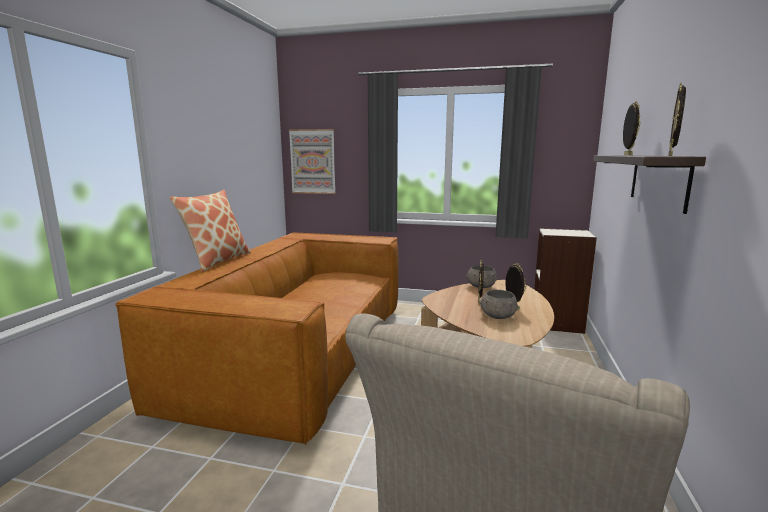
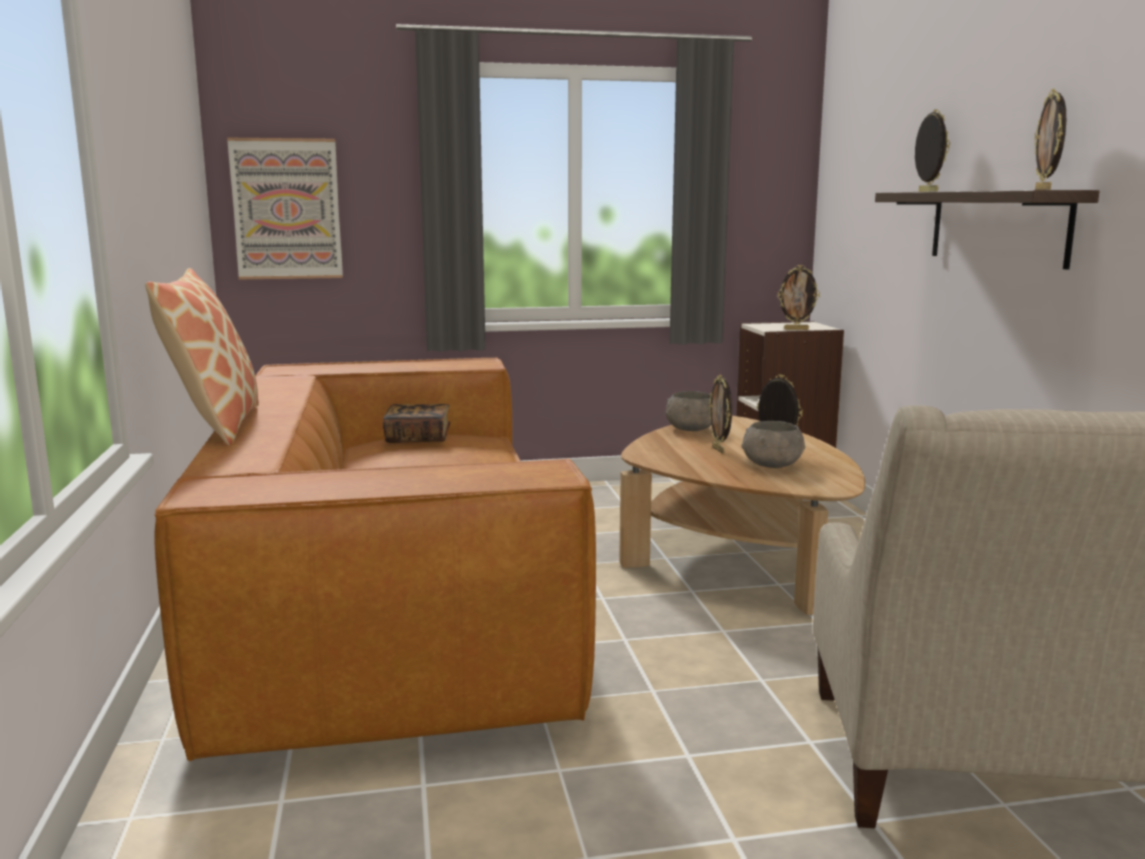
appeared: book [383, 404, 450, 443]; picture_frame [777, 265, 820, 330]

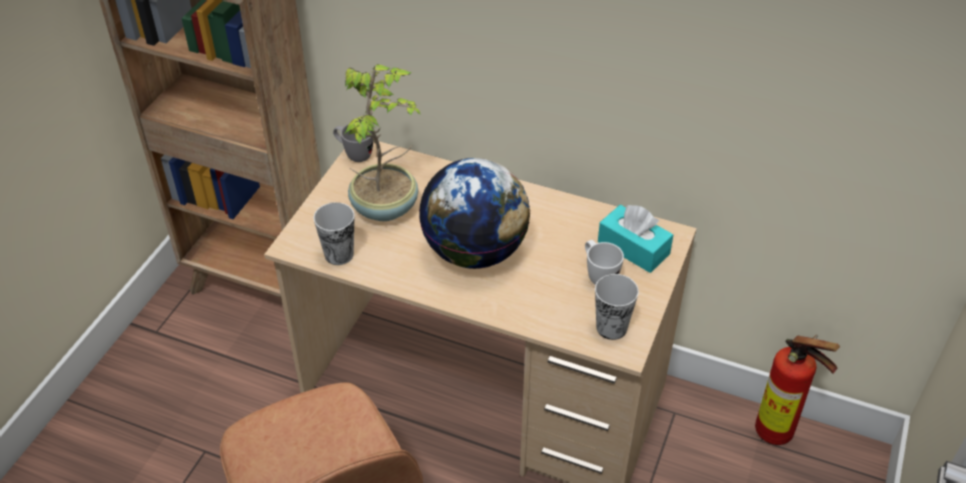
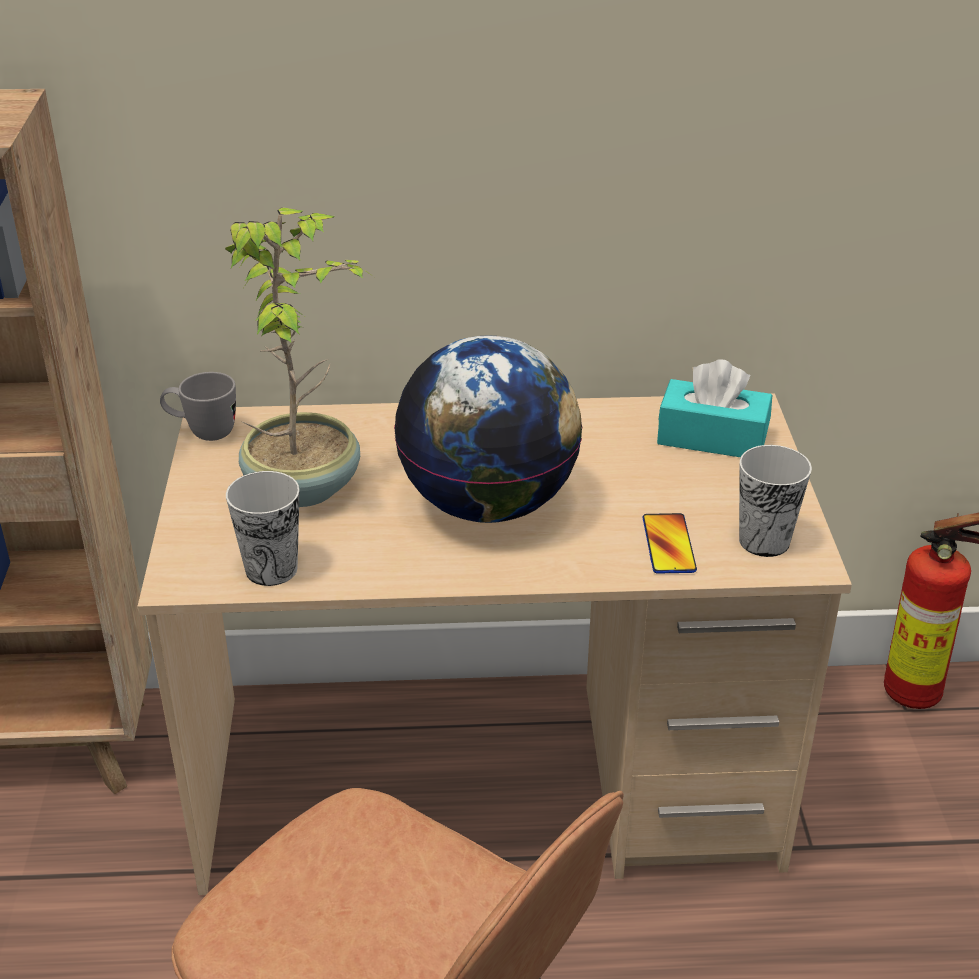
missing: white_mug [585, 240, 624, 285]
appeared: phone [643, 513, 697, 574]

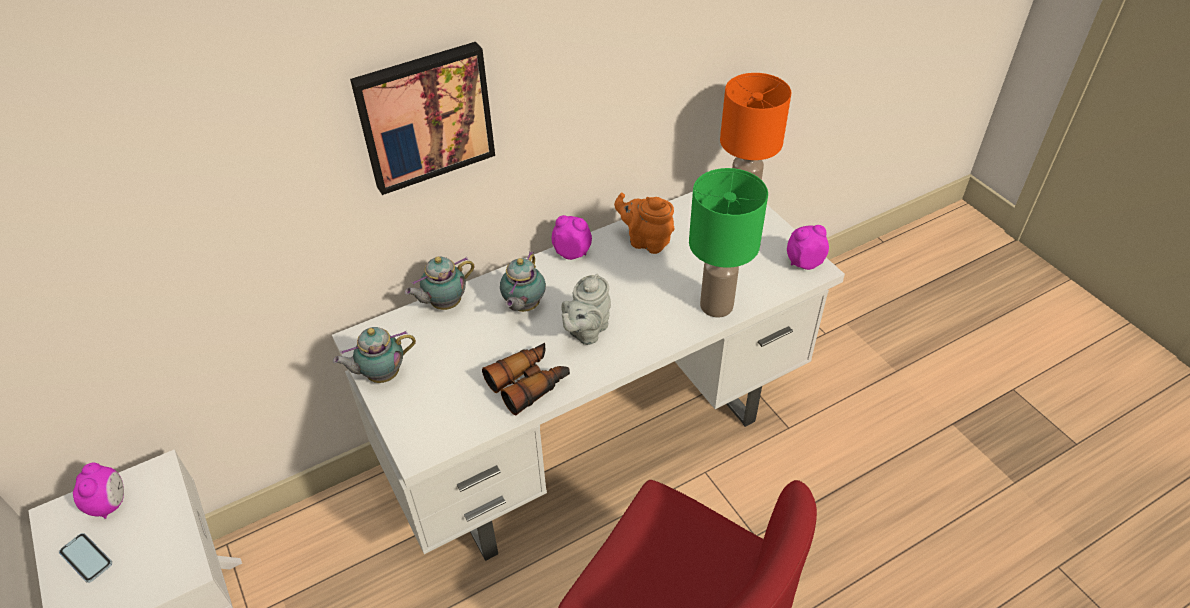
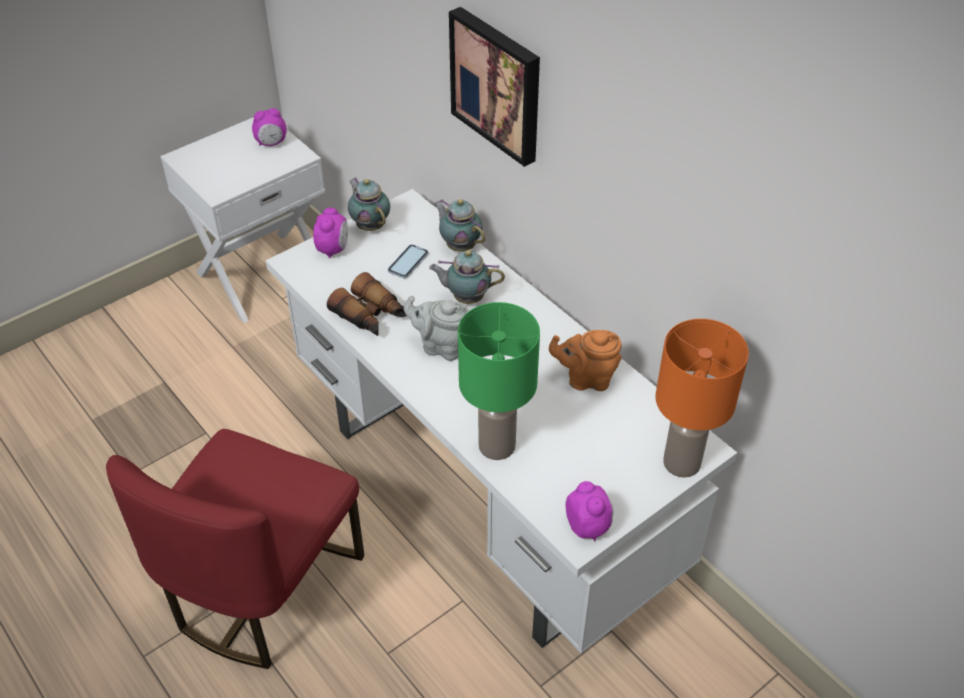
relocated: phone [59, 533, 112, 583] to [388, 245, 428, 278]; alarm_clock [552, 215, 592, 260] to [313, 208, 348, 258]
spun: orange_teapot [614, 193, 675, 254] = [549, 330, 622, 391] 105 degrees counterclockwise

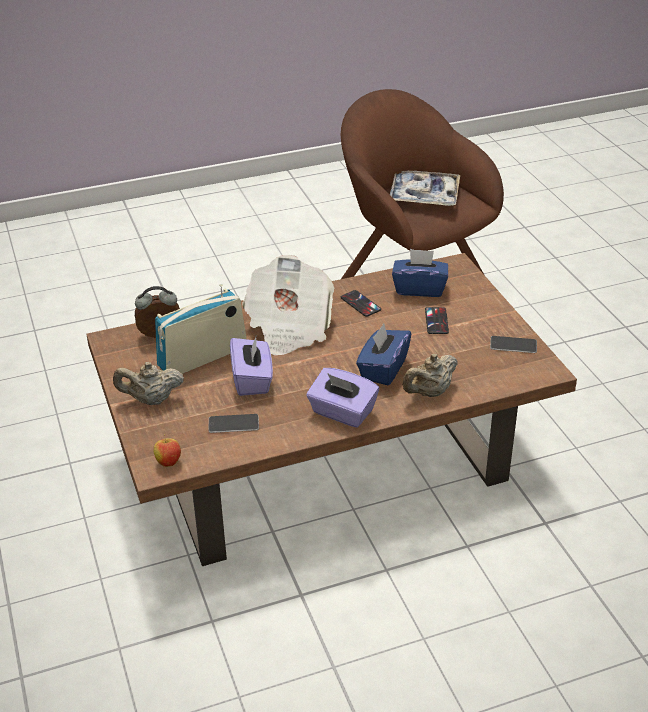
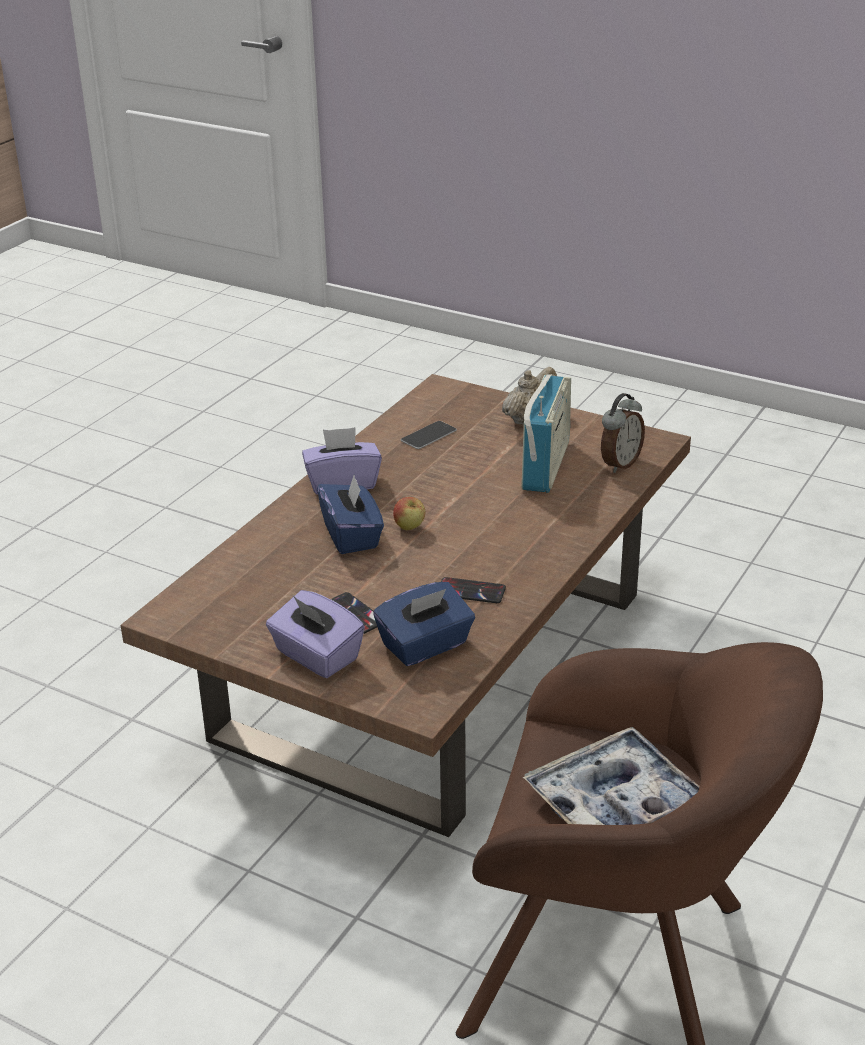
missing: newspaper [243, 255, 334, 356]; beige_teapot [402, 354, 457, 397]; phone [490, 336, 537, 353]
relocated: apple [153, 434, 181, 467] to [393, 497, 425, 530]; purple_tissue_box [230, 334, 273, 396] to [266, 590, 365, 678]

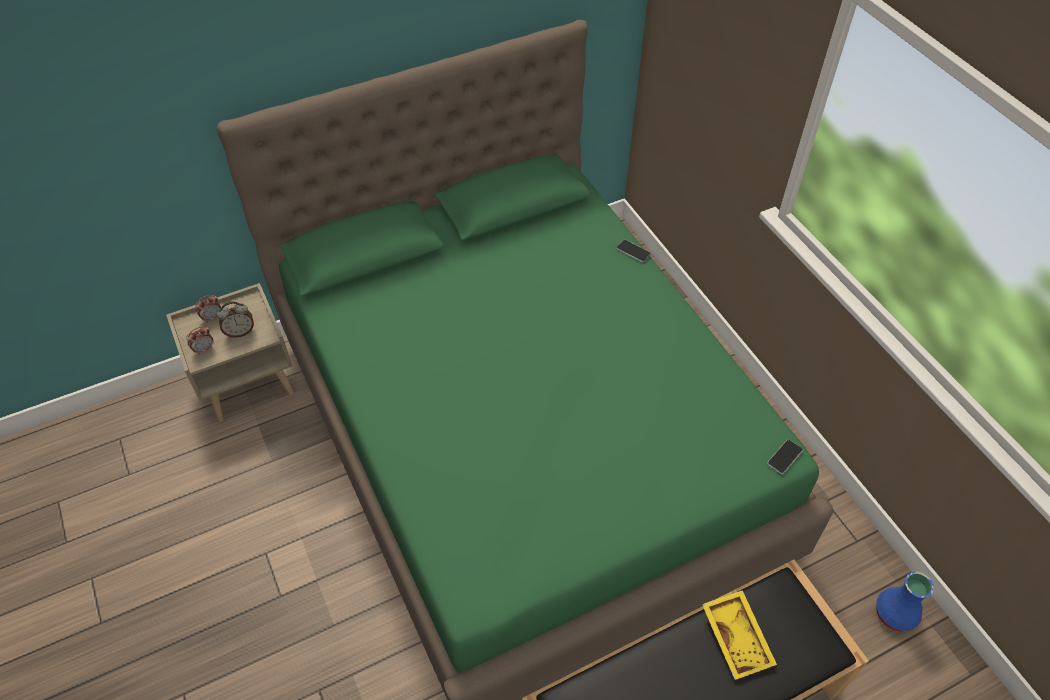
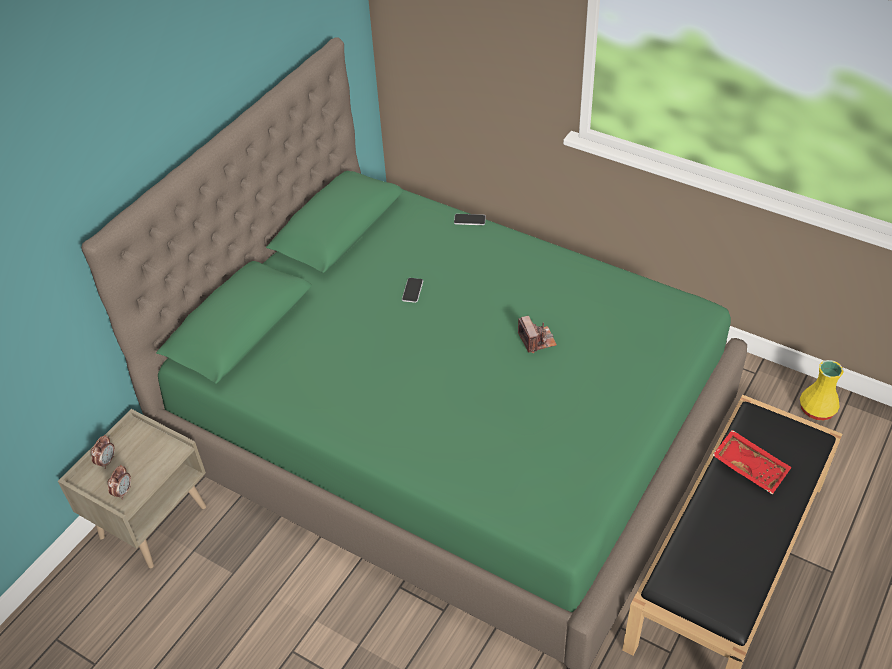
missing: alarm_clock [217, 301, 254, 338]
appeared: photo_camera [518, 316, 557, 353]
relocated: phone [767, 439, 803, 474] to [402, 278, 423, 303]
colour: yellow_tray [702, 590, 777, 680] to red_tray [713, 430, 792, 495]; blue_vase [876, 572, 934, 632] to yellow_vase [800, 360, 844, 420]

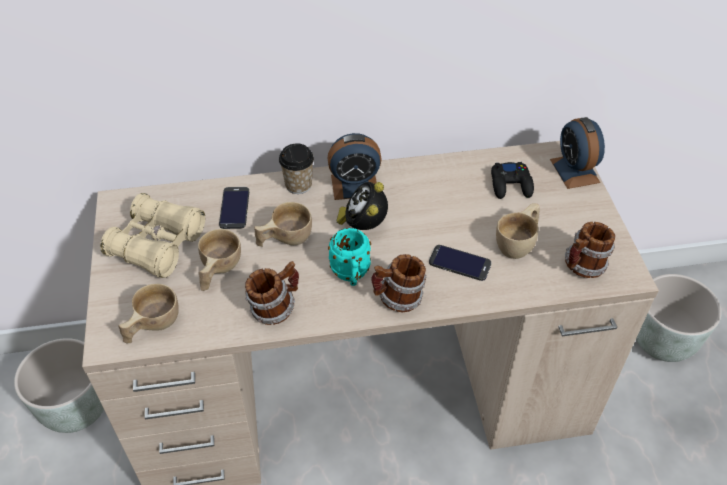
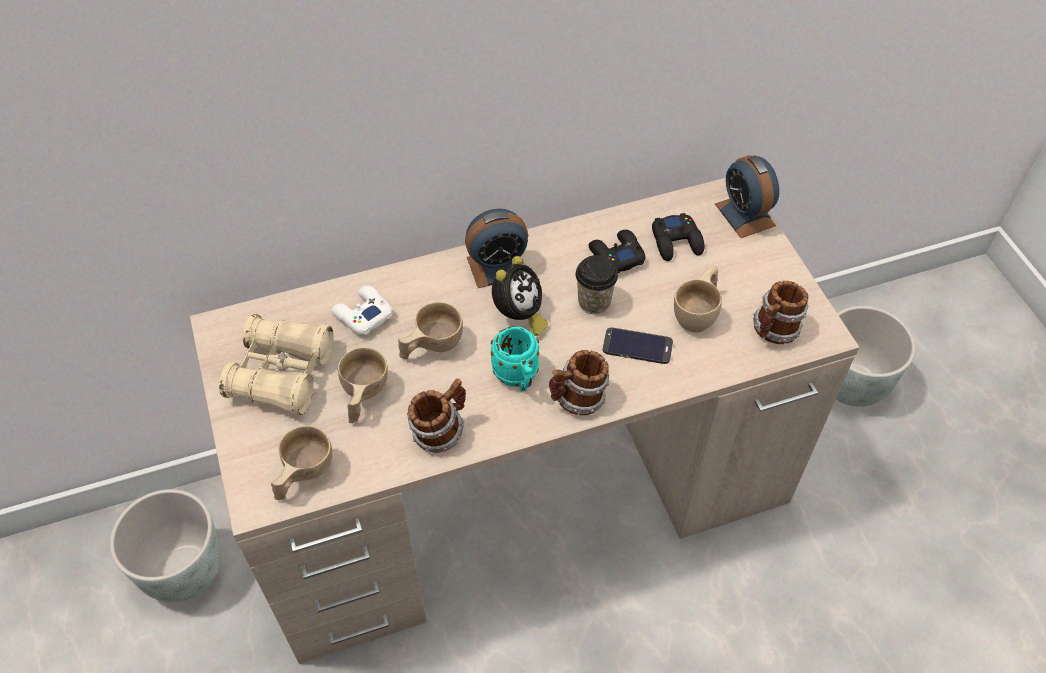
appeared: black_game_controller [589, 230, 645, 273]
relocated: cup [279, 143, 314, 194] to [575, 255, 618, 314]
exchanged: phone [219, 187, 249, 229] to white_game_controller [331, 286, 393, 335]
spun: alarm_clock [337, 182, 388, 230] = [492, 256, 548, 336] 150 degrees counterclockwise

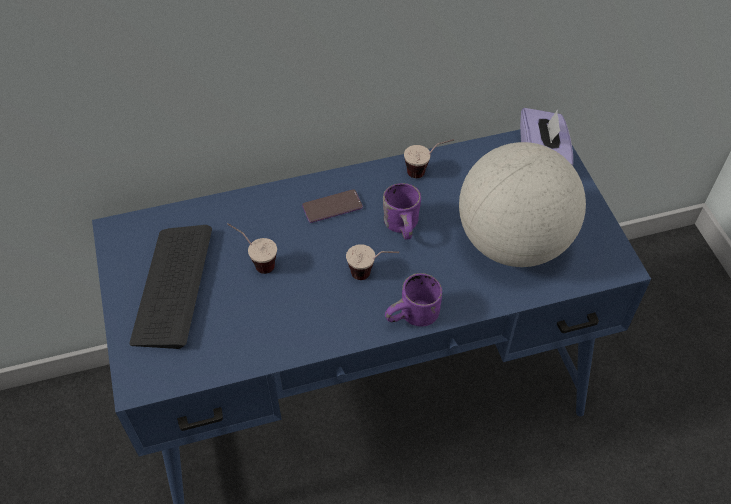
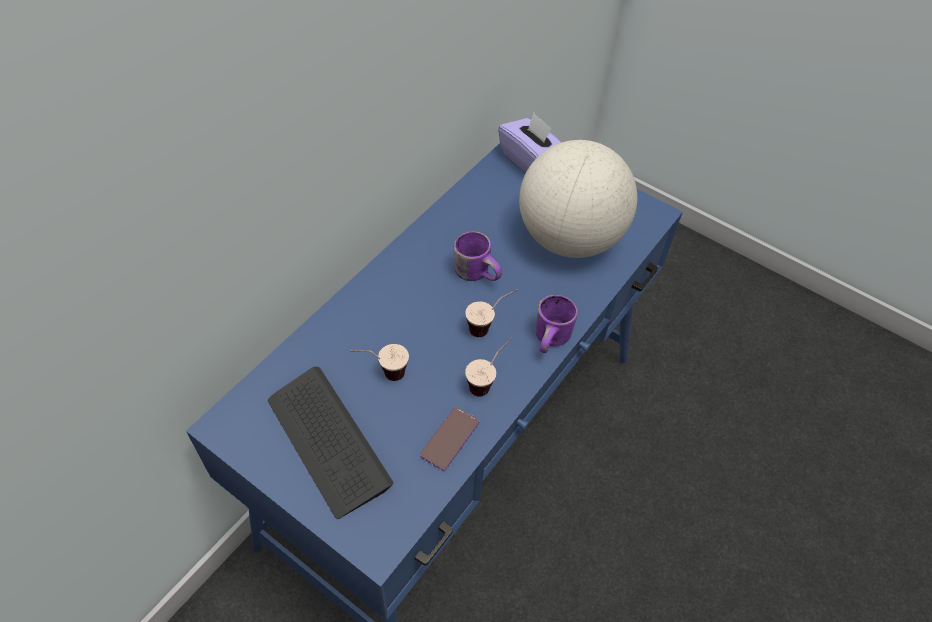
relocated: phone [302, 189, 363, 223] to [420, 407, 479, 471]; cup [404, 139, 454, 178] to [465, 338, 512, 397]

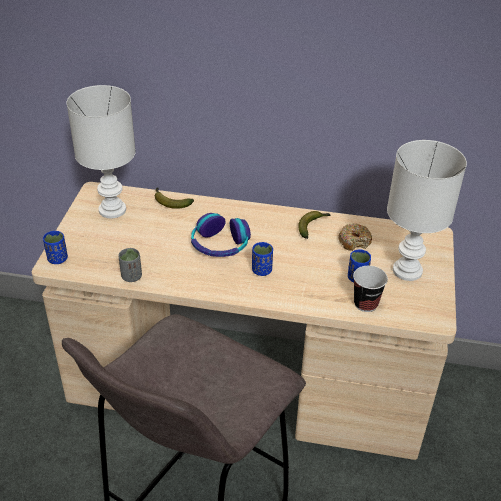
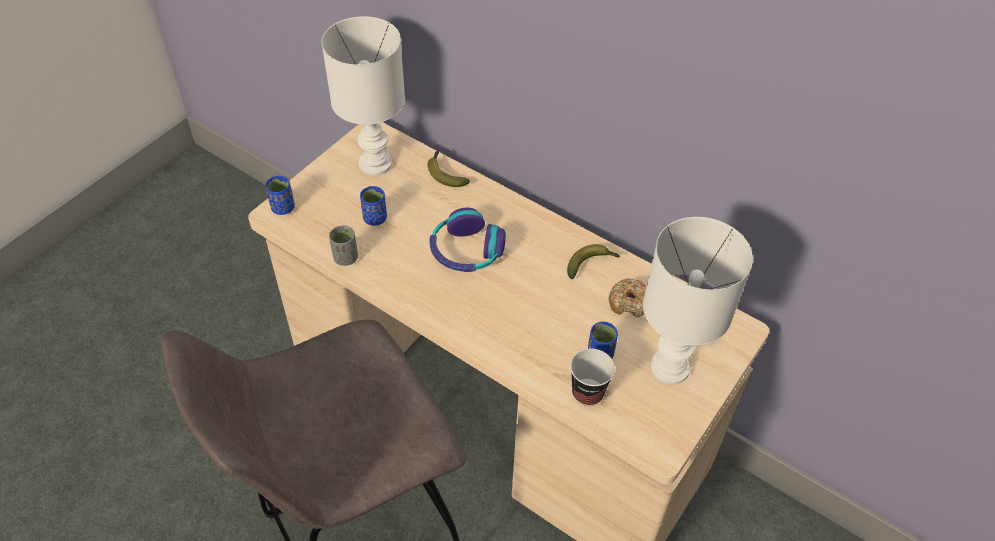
relocated: blue_cup [252, 242, 273, 276] to [360, 186, 387, 225]

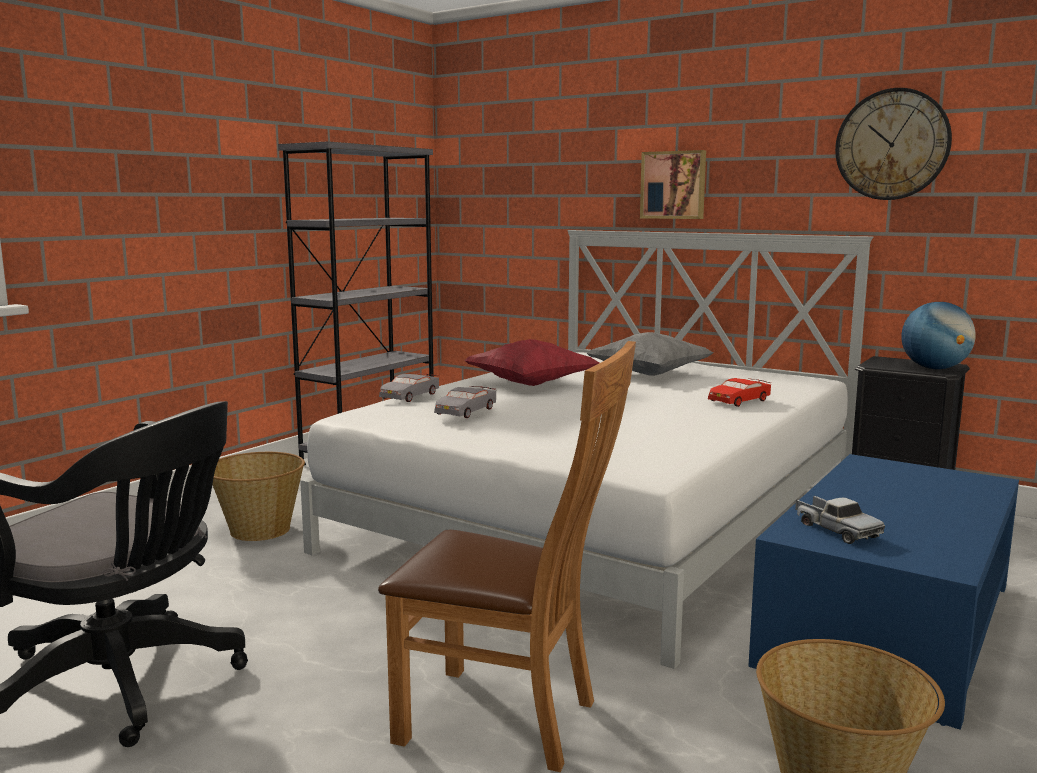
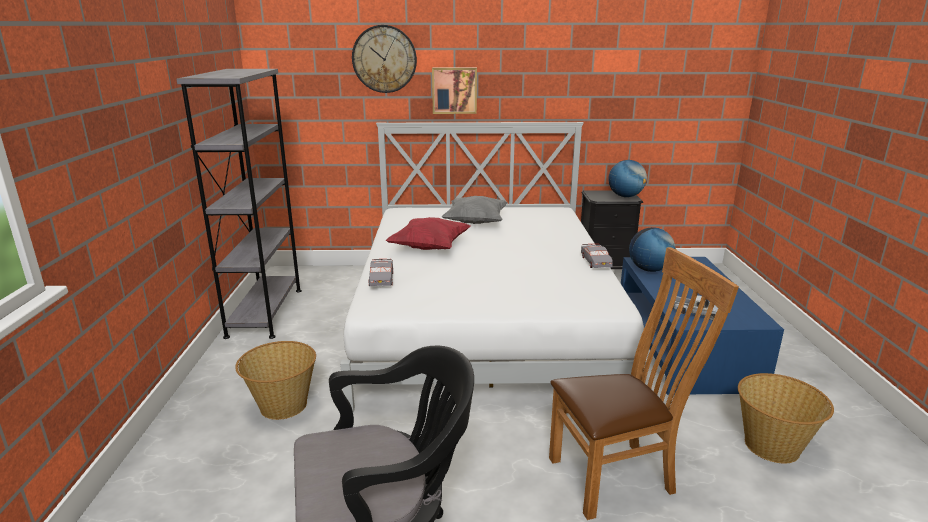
missing: red_toy_car [708, 378, 771, 407]
appeared: globe [629, 227, 677, 272]
relocated: grey_toy_car [434, 386, 496, 418] to [581, 244, 613, 268]; wall_clock [835, 88, 952, 200] to [352, 25, 417, 93]

